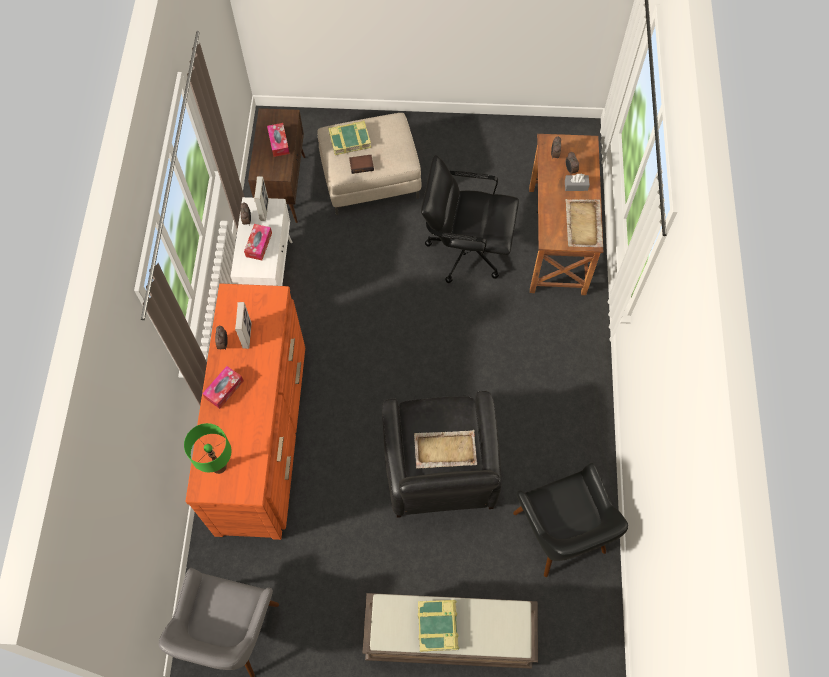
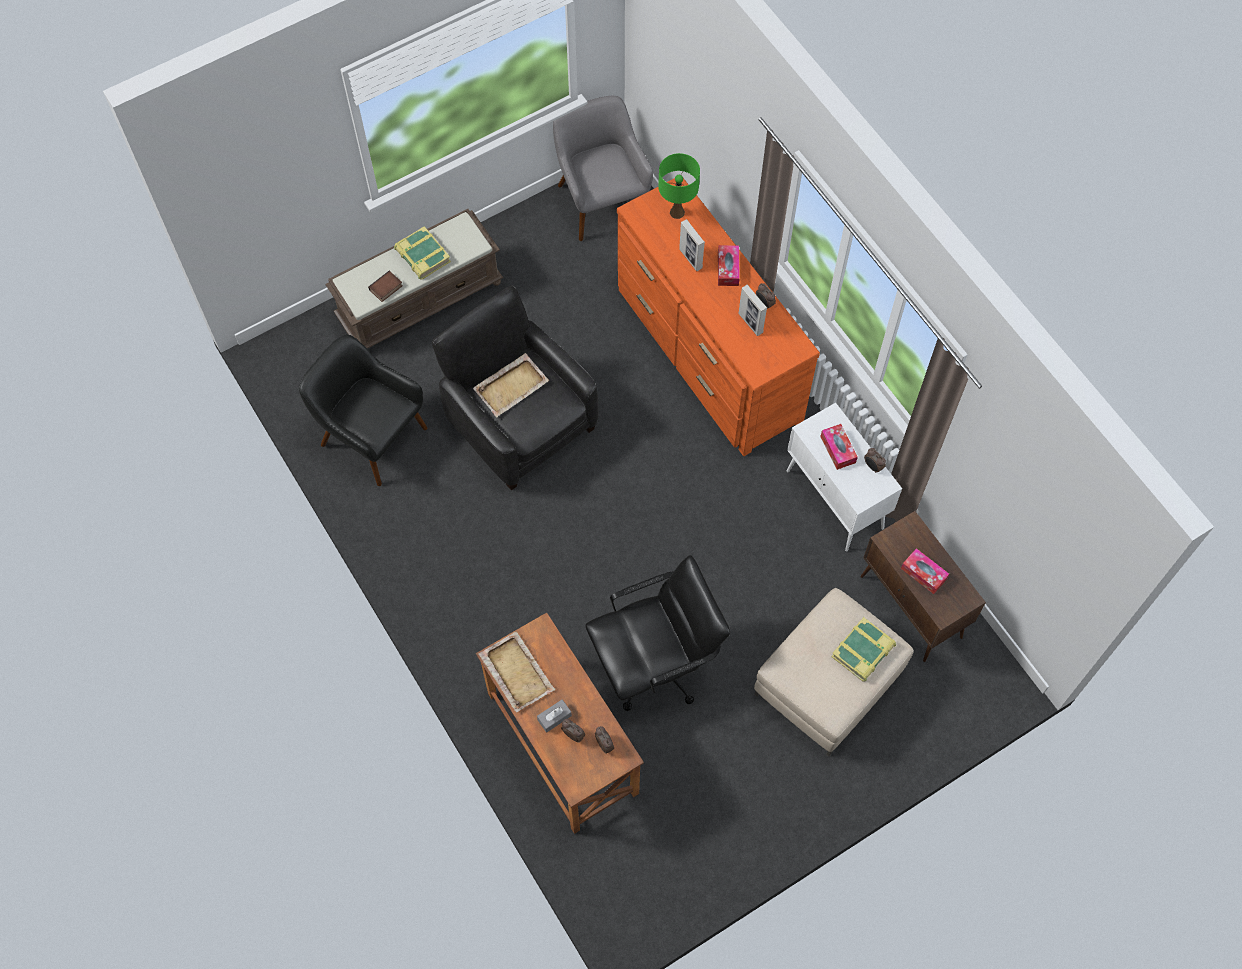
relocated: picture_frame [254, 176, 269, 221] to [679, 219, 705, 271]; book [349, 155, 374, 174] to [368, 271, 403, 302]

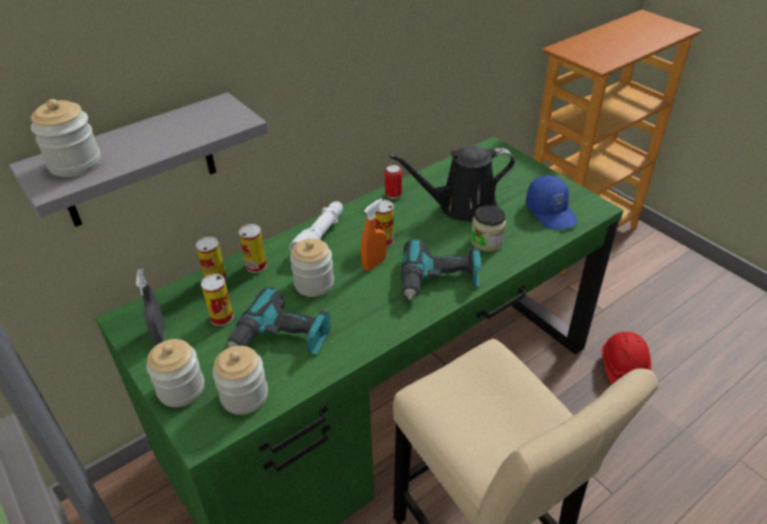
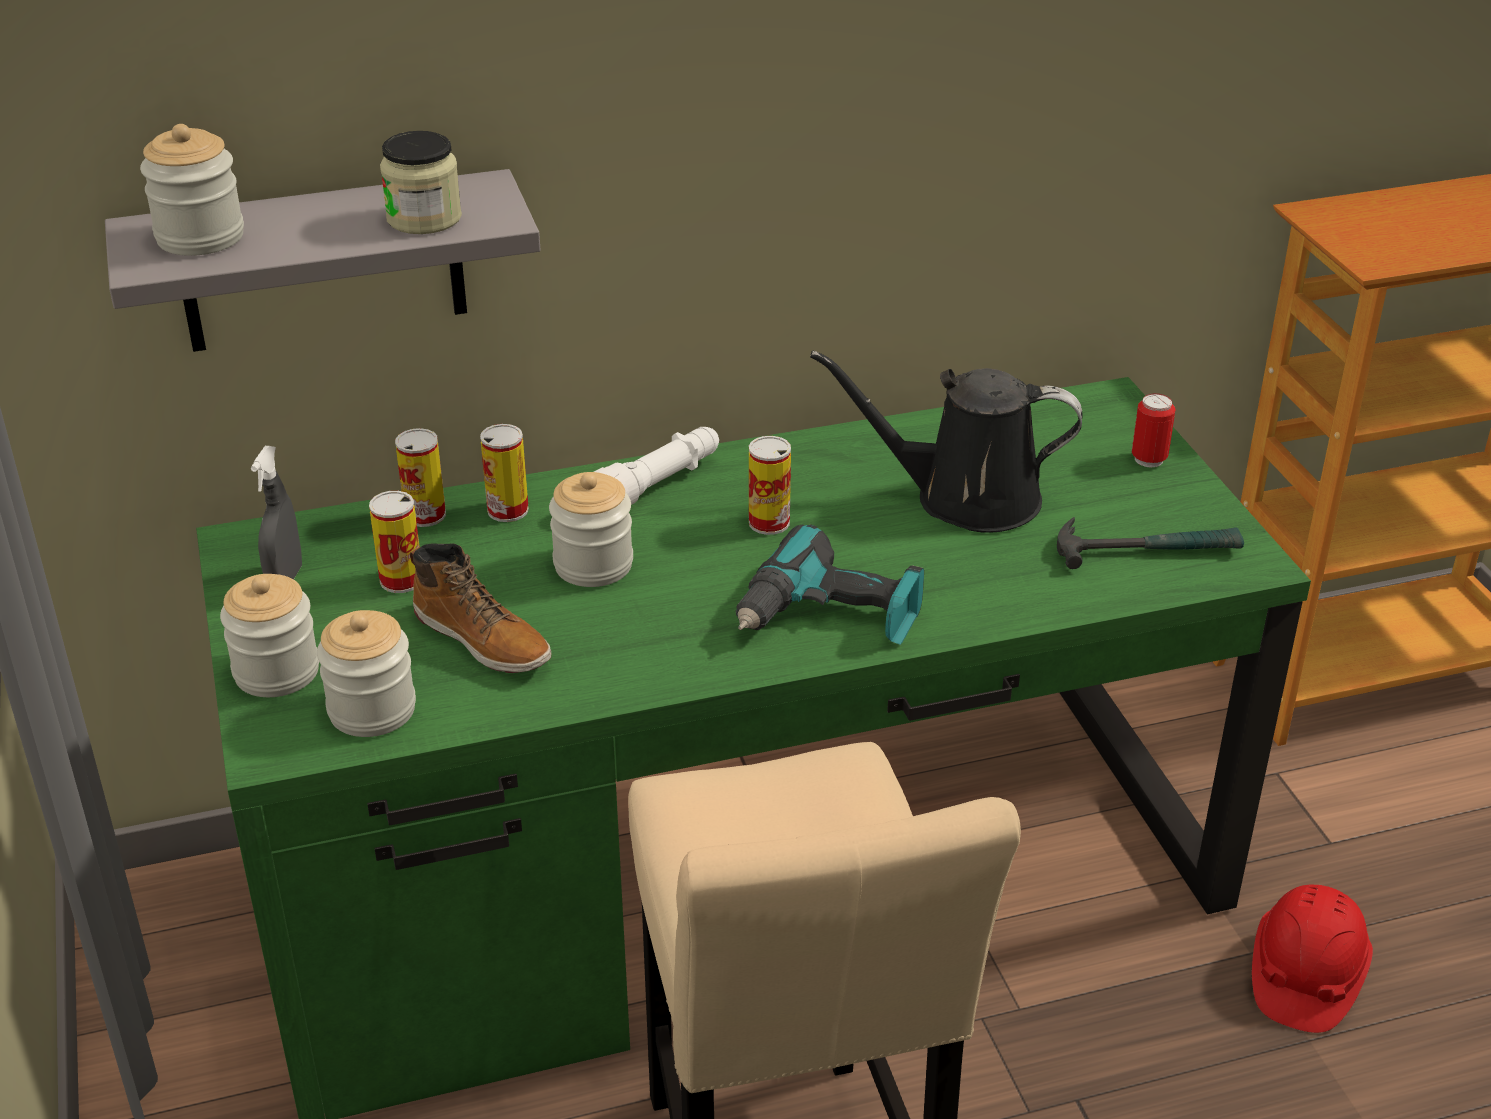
missing: orange_spray_bottle [361, 198, 387, 271]
relocated: can [385, 164, 402, 199] to [1132, 393, 1175, 467]; jar [471, 205, 506, 251] to [380, 131, 462, 234]
exchanged: power_drill [227, 287, 330, 355] to boot [410, 544, 551, 673]; blue_cap [526, 175, 577, 230] to hammer [1057, 517, 1244, 569]

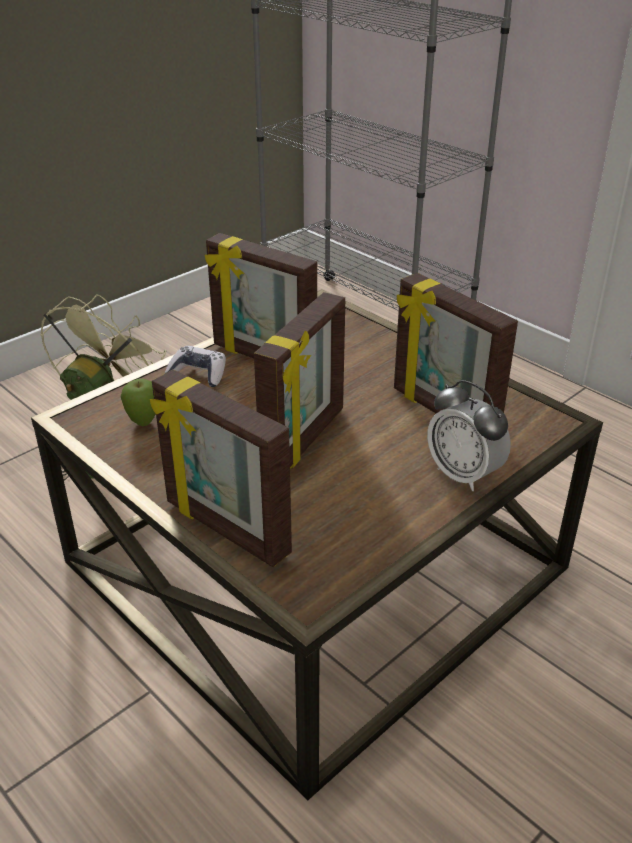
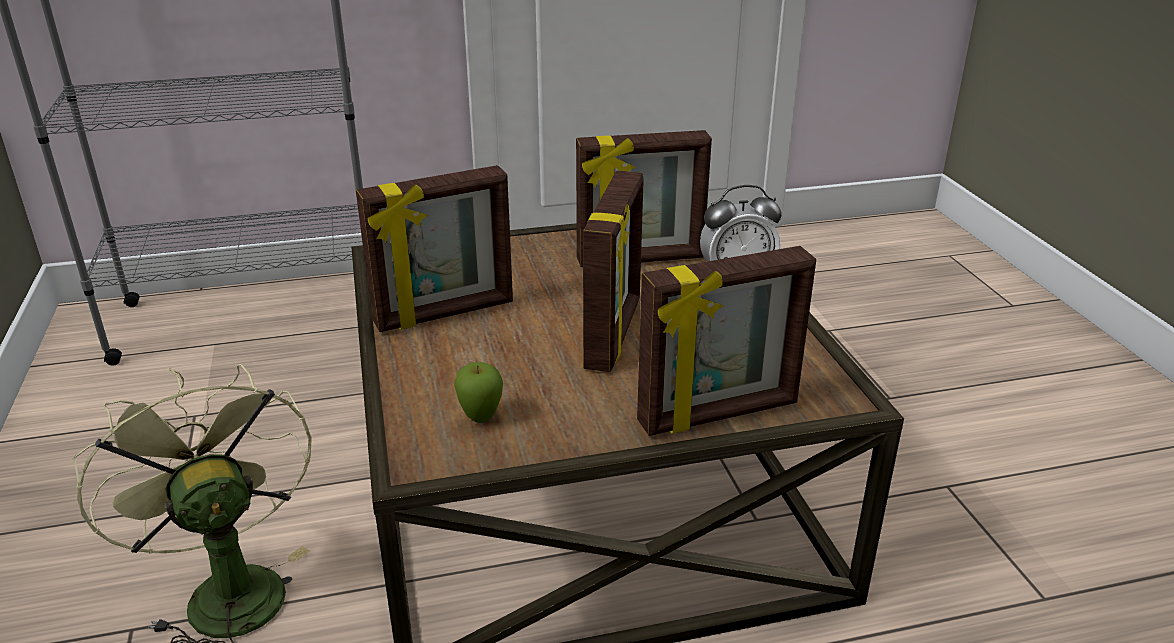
missing: game_controller [165, 346, 226, 387]
spun: picture_frame [254, 292, 345, 468] = [583, 171, 644, 372] 45 degrees clockwise

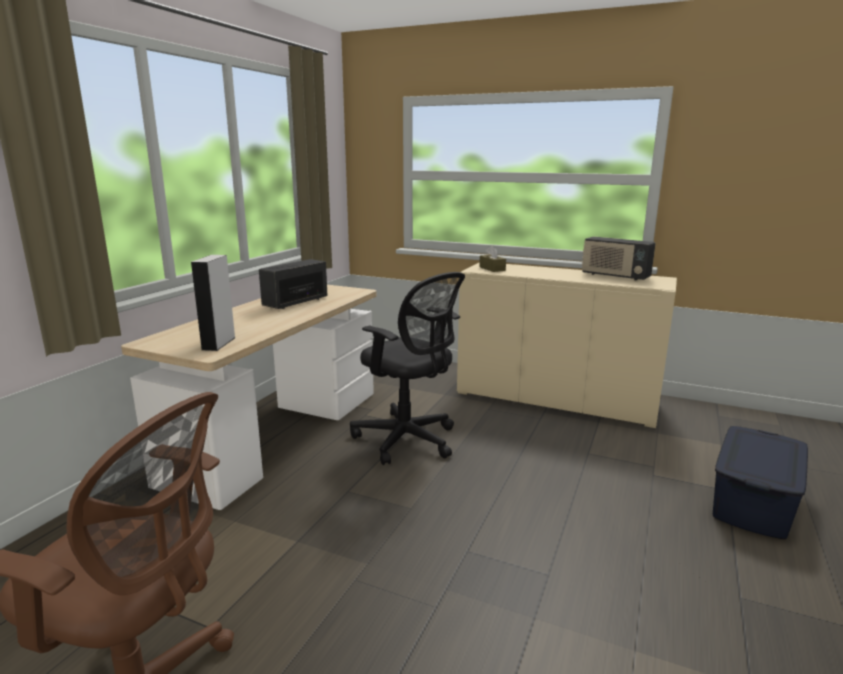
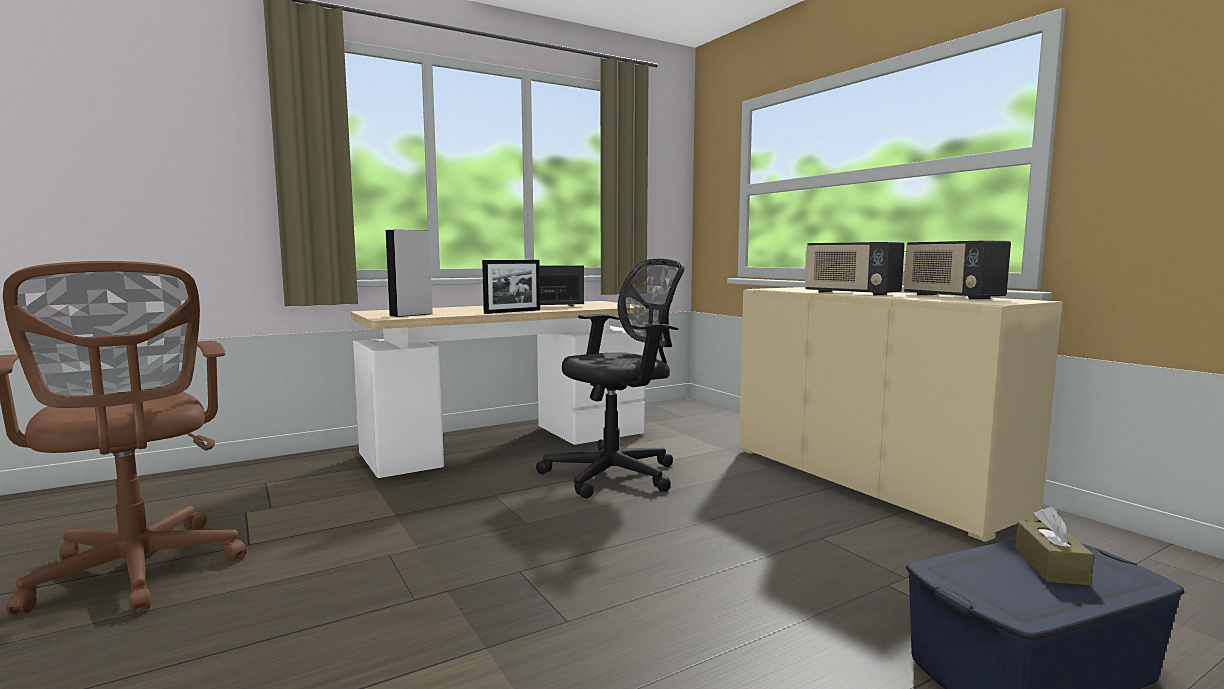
appeared: picture_frame [482, 260, 540, 314]; radio [804, 242, 905, 296]
relocated: brown_tissue_box [479, 246, 506, 272] to [1015, 507, 1094, 586]
spun: black_office_chair [350, 272, 465, 465] = [536, 258, 685, 498] 105 degrees counterclockwise

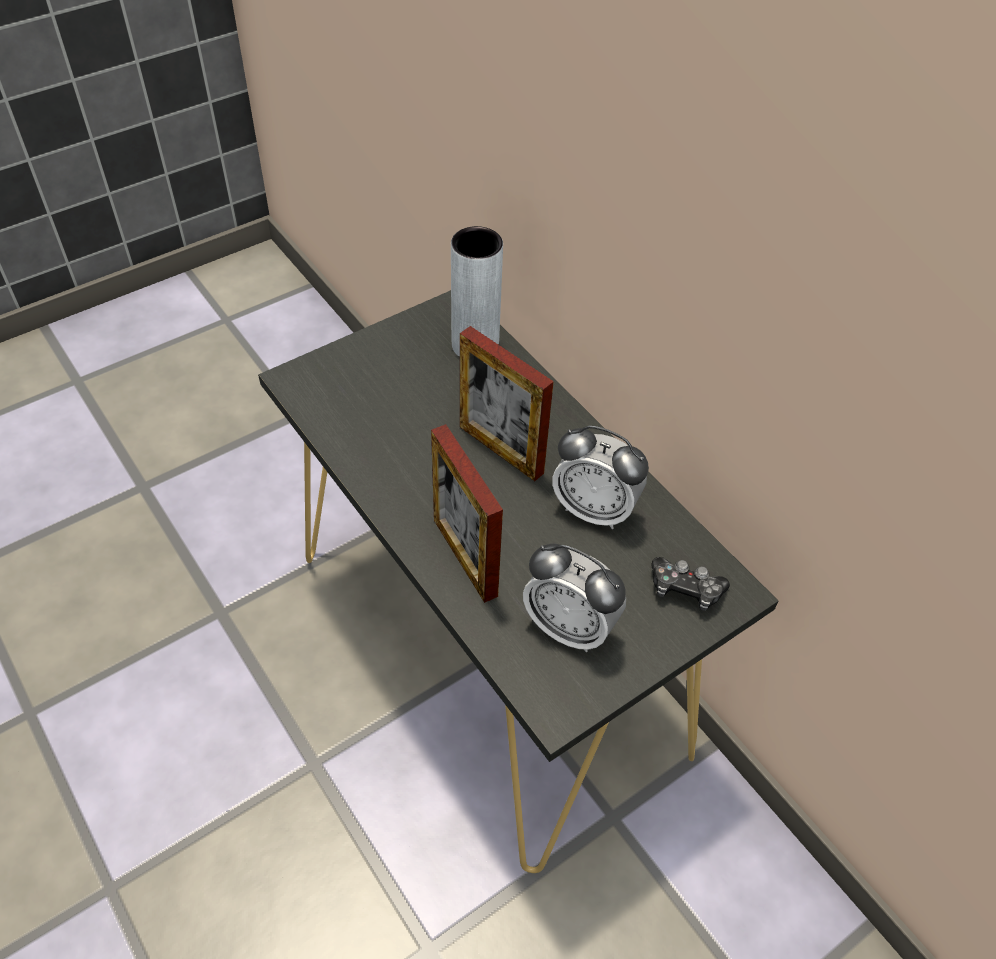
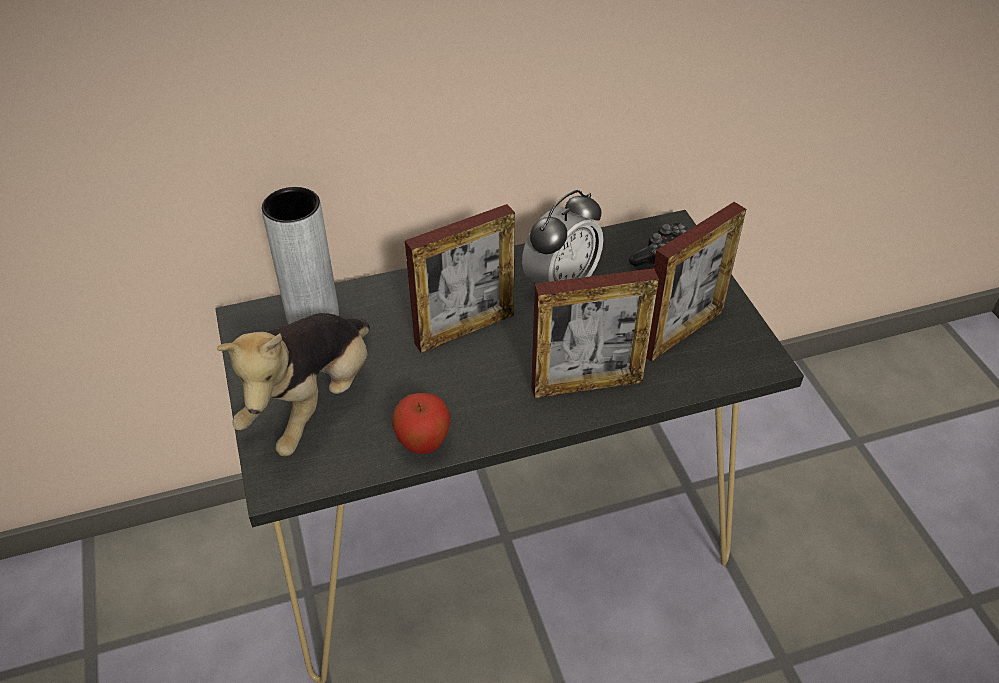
appeared: plush_toy [217, 313, 370, 456]; apple [392, 393, 451, 454]
exchanged: alarm_clock [523, 543, 626, 652] to picture_frame [647, 202, 746, 362]

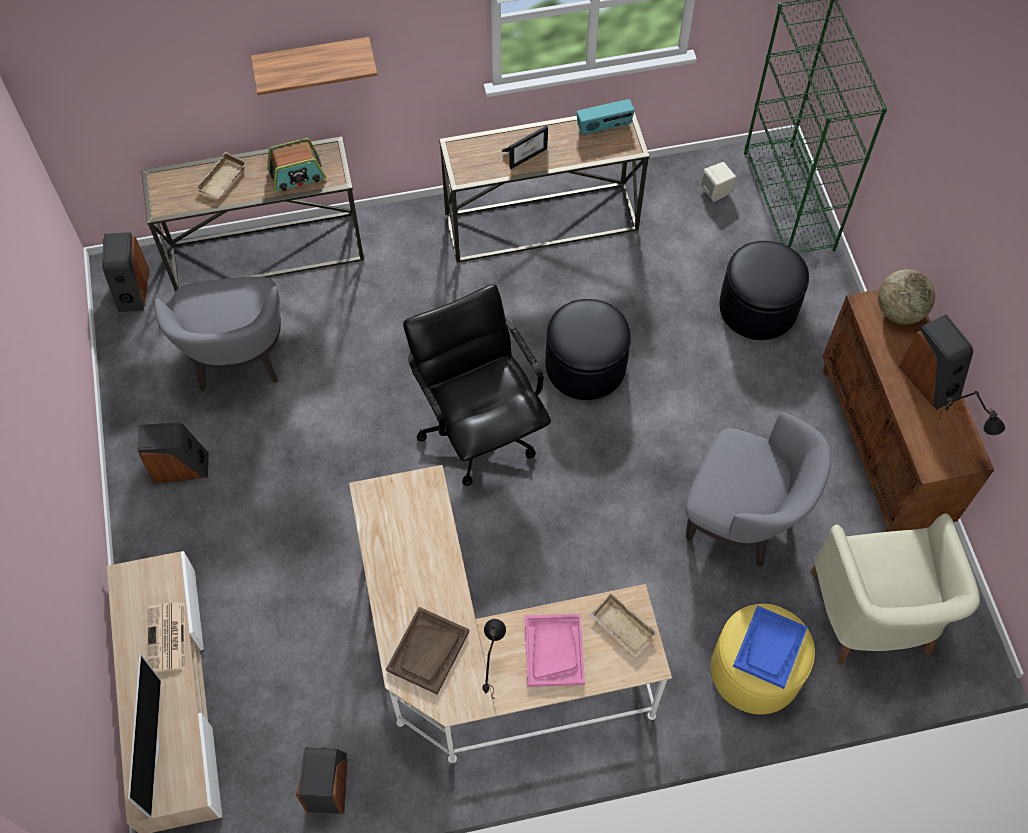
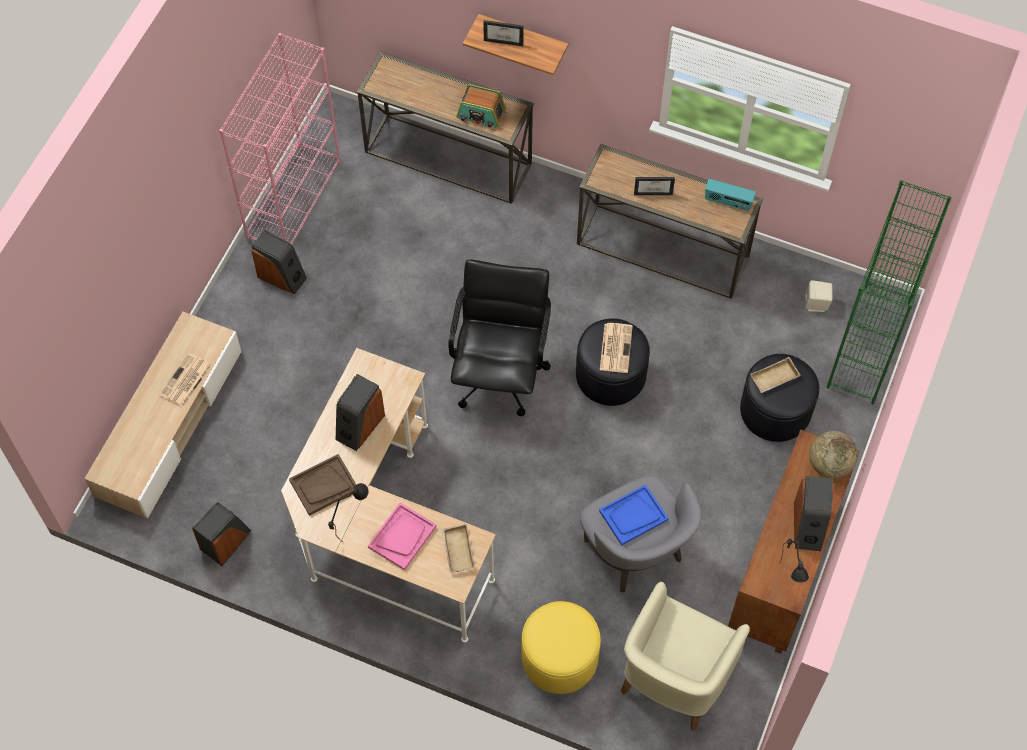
missing: television [128, 654, 161, 818]; grey_armchair [154, 277, 281, 391]
appeared: pink_bookcase [219, 33, 341, 244]; picture_frame [483, 20, 523, 46]; newspaper [600, 323, 633, 373]
relocated: speaker [102, 232, 149, 312] to [336, 374, 385, 451]; beige_tray [196, 152, 247, 199] to [750, 357, 801, 393]; blue_tray [733, 605, 808, 689] to [599, 484, 669, 546]

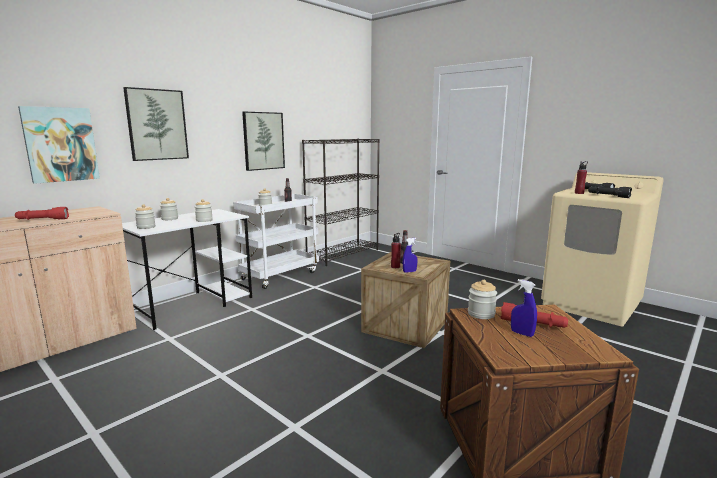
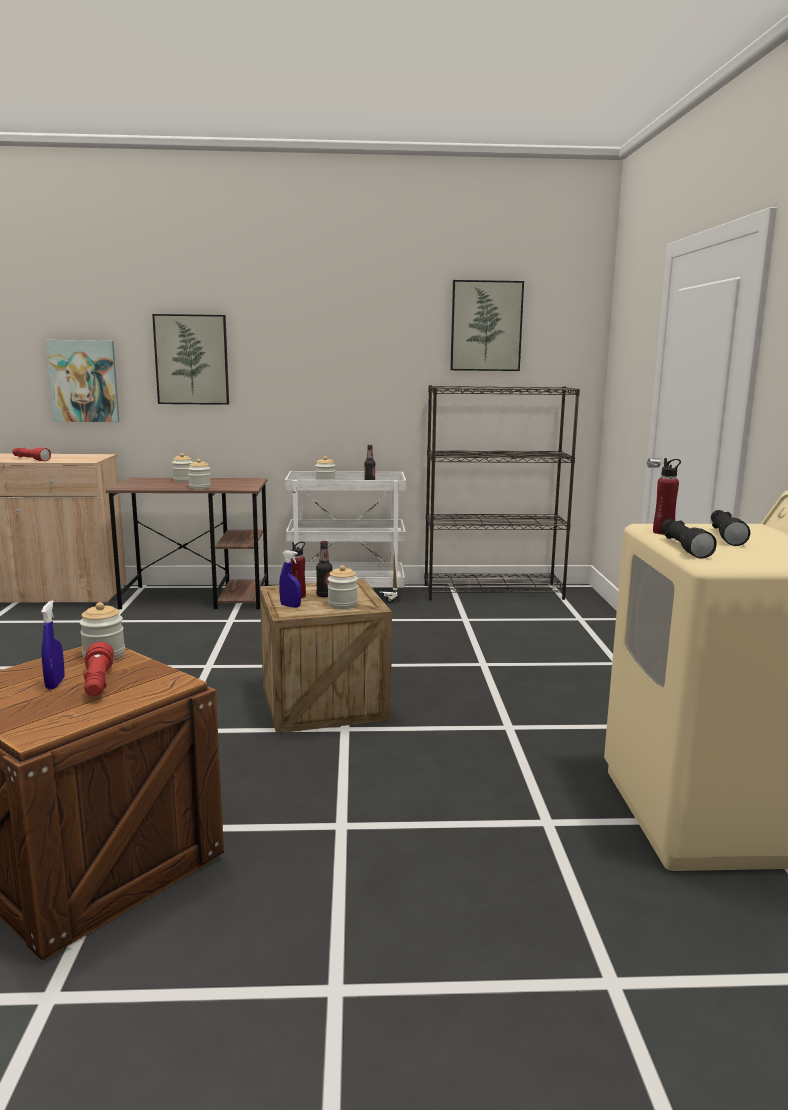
relocated: jar [135, 204, 156, 229] to [328, 565, 358, 609]; picture [242, 112, 285, 171] to [450, 280, 524, 371]
colour: white_desk [122, 209, 252, 330] to brown_desk [106, 478, 269, 609]

